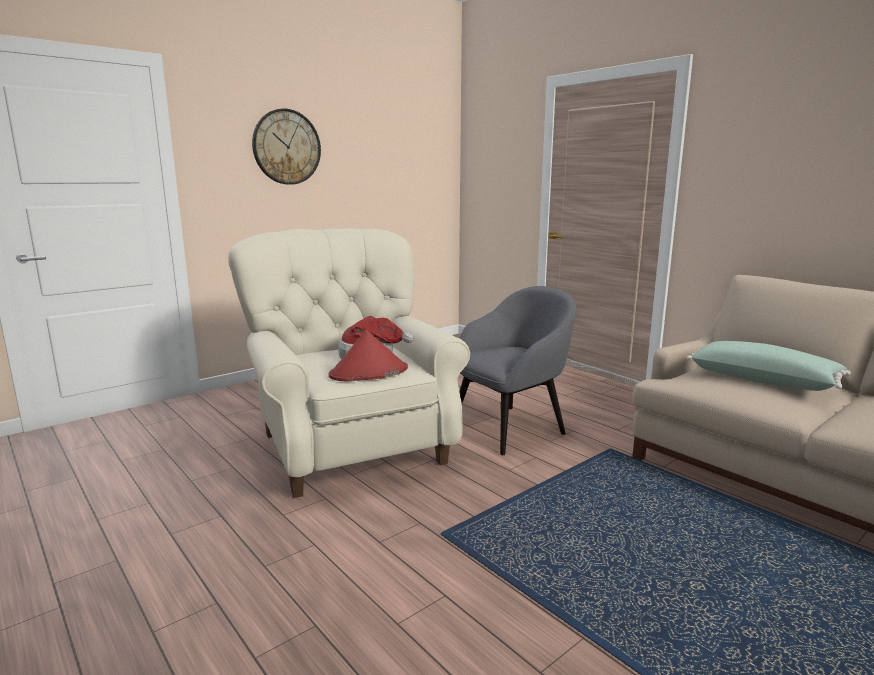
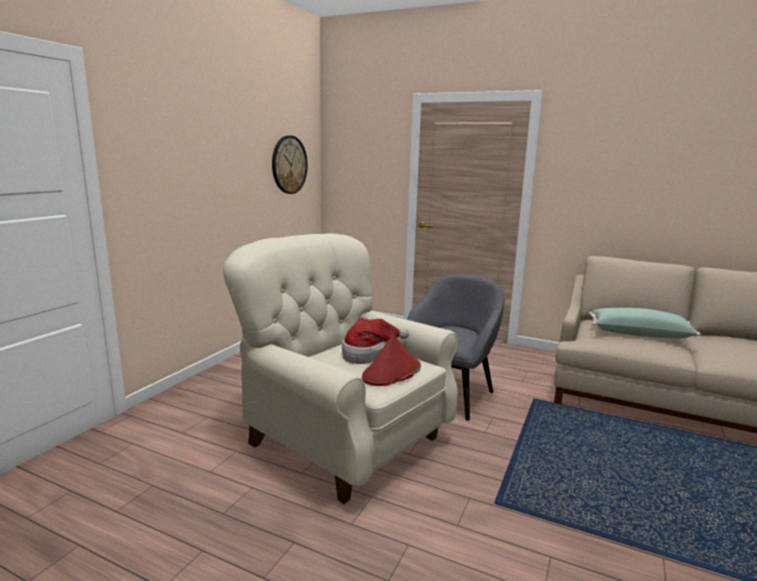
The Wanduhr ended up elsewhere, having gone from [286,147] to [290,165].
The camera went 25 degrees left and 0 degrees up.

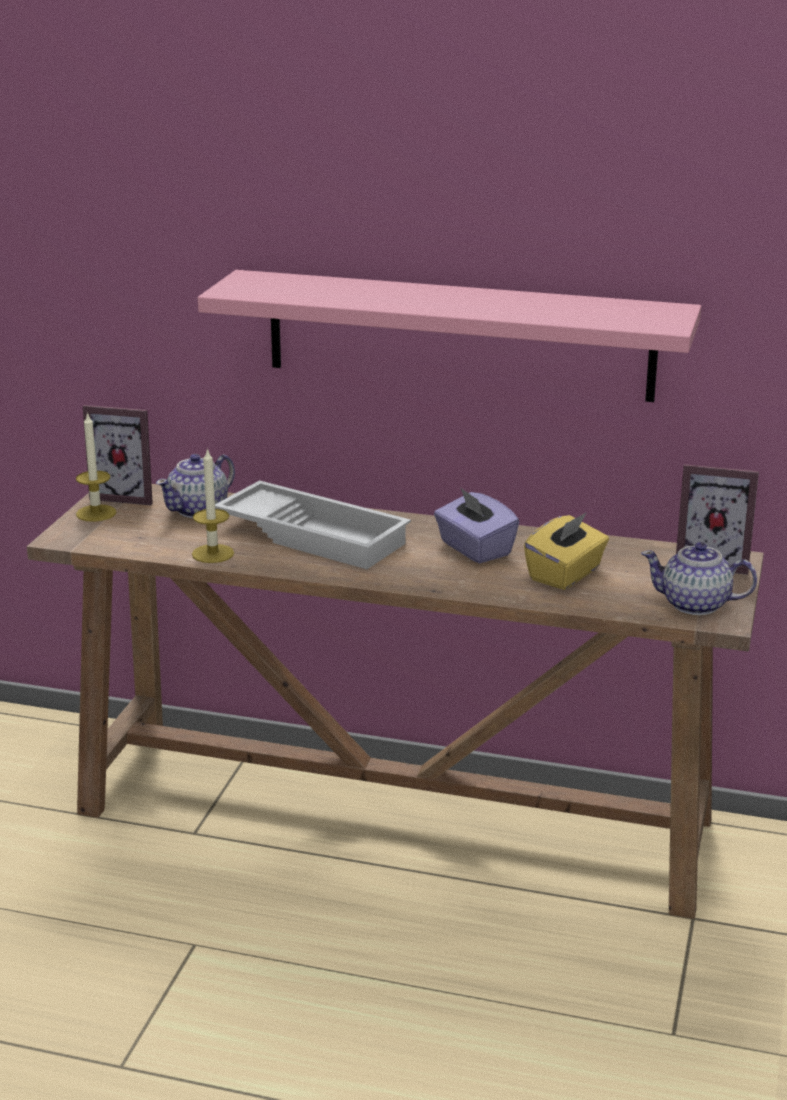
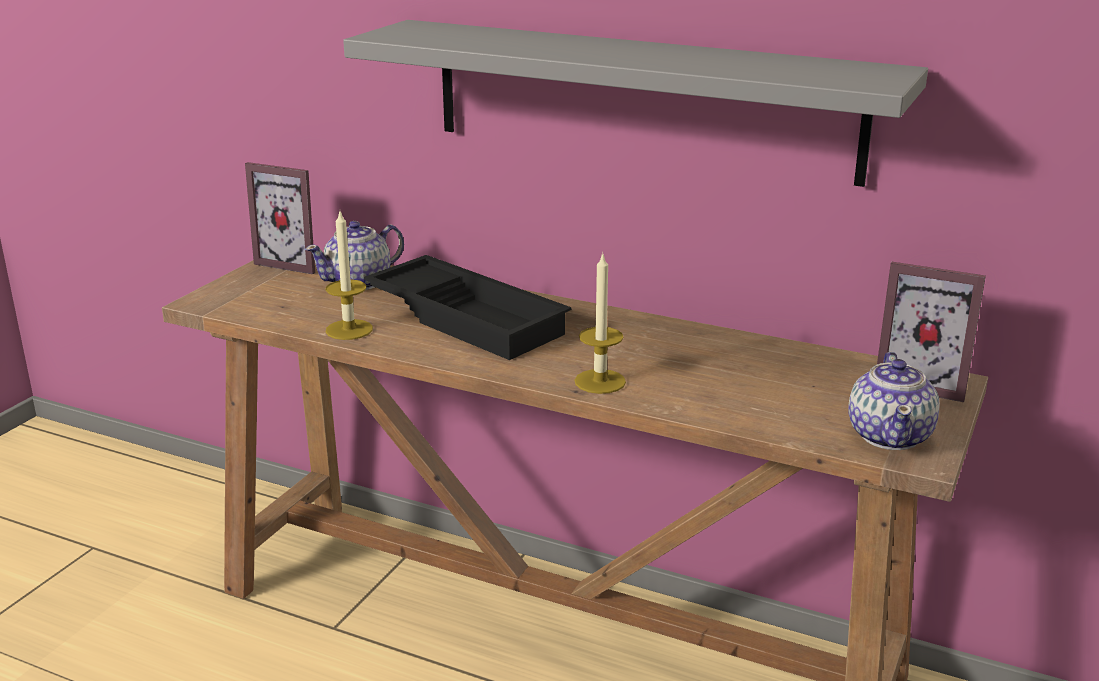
The Kerze ended up elsewhere, having gone from [96,467] to [600,323].
What was the Wandregal (rosa) at [449,336] turned into the Wandregal (grau) at [635,103].
What was the Tablett (weiß) at [313,524] turned into the Tablett (schwarz) at [468,307].
The second view lost the Taschentuchbox (lila) at [476,525].
The second view lost the Taschentuchbox (gelb) at [566,551].
The Teekanne at [699,578] ended up facing another way, 105 degrees counterclockwise from before.
The camera went 10 degrees right and 0 degrees up.

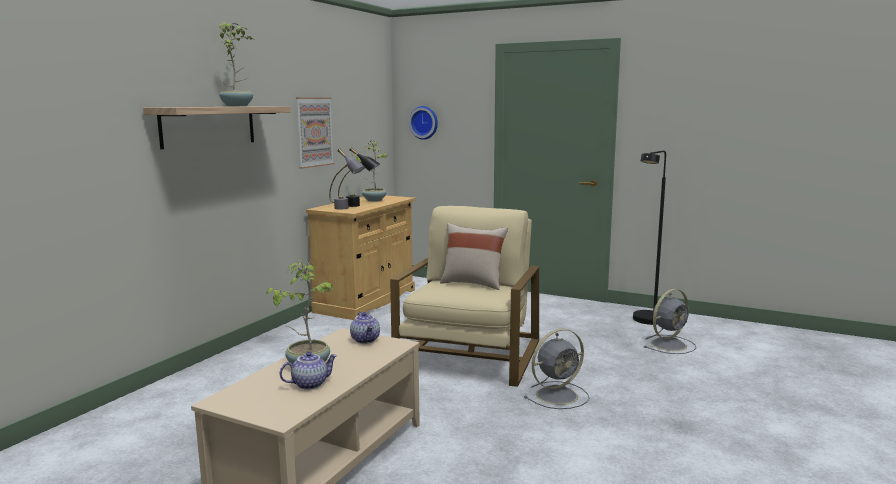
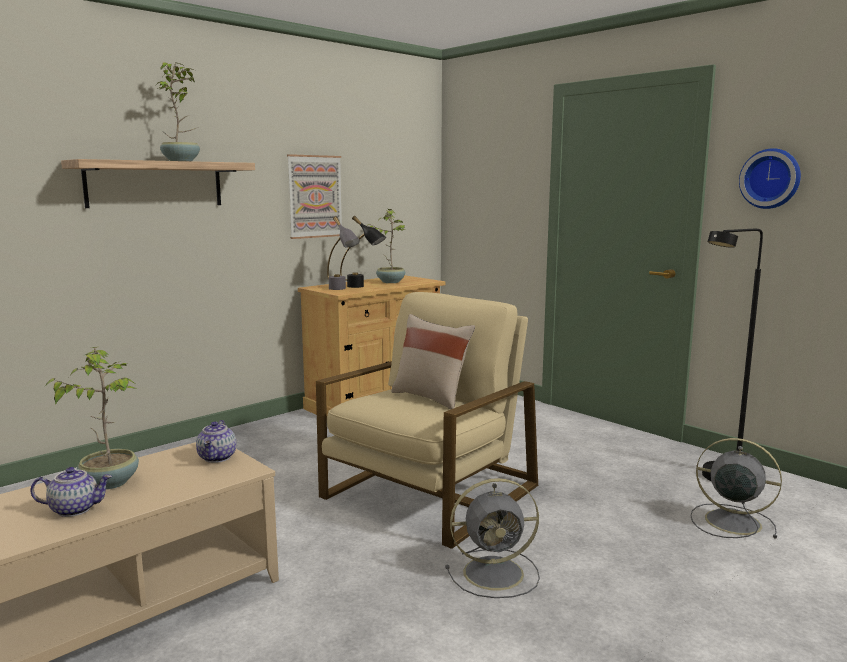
The Wanduhr ended up elsewhere, having gone from [423,123] to [770,178].
The Ventilator (grau) at [669,321] ended up facing another way, 135 degrees counterclockwise from before.
The camera went 20 degrees right and 0 degrees up.

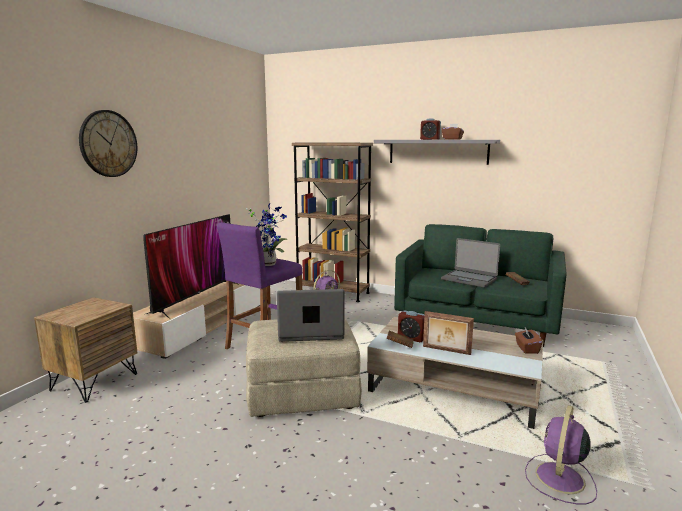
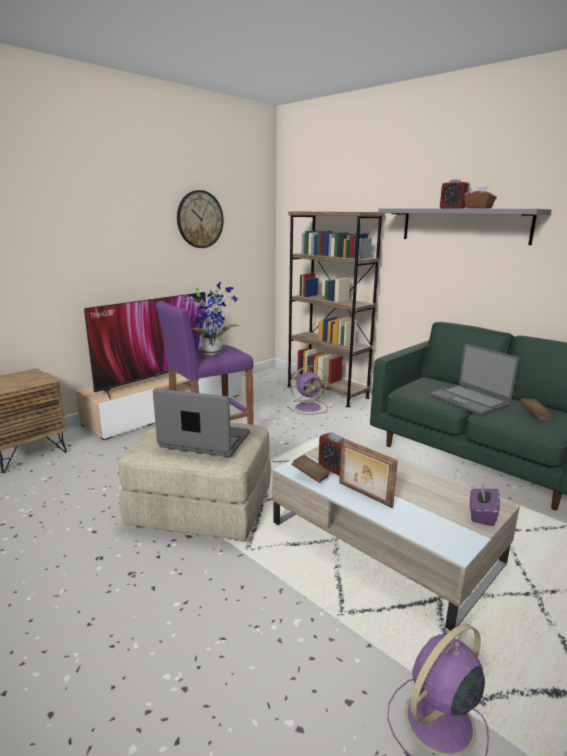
The Wanduhr ended up elsewhere, having gone from [108,143] to [200,219].
What was the Taschentuchbox (braun) at [529,341] turned into the Taschentuchbox (lila) at [485,505].
The camera went 20 degrees right and 5 degrees up.

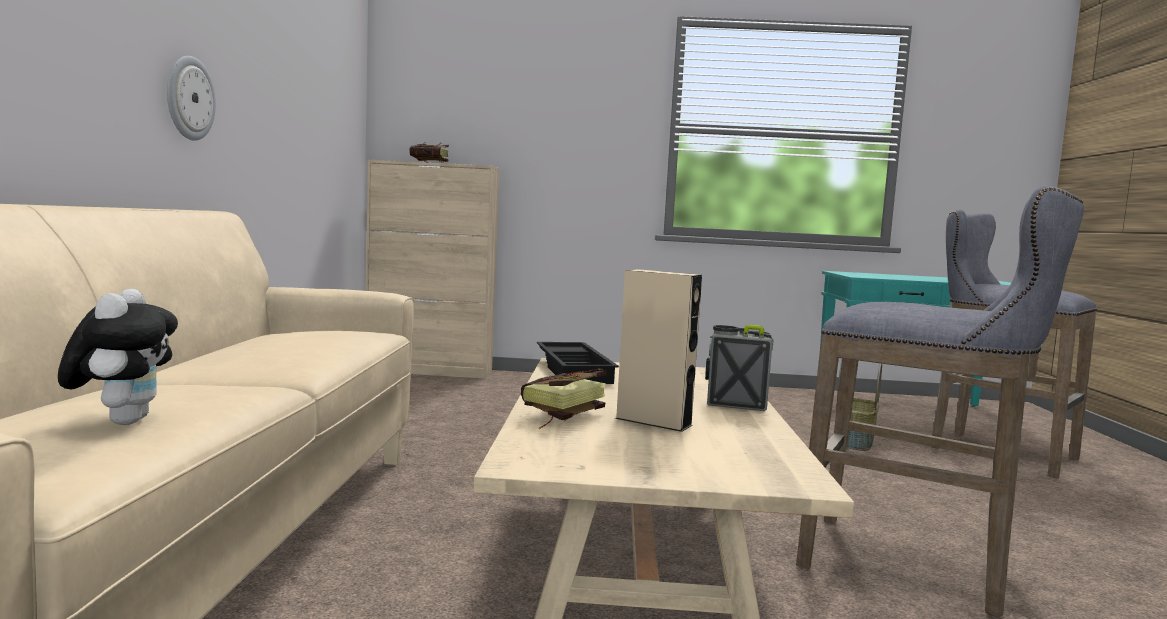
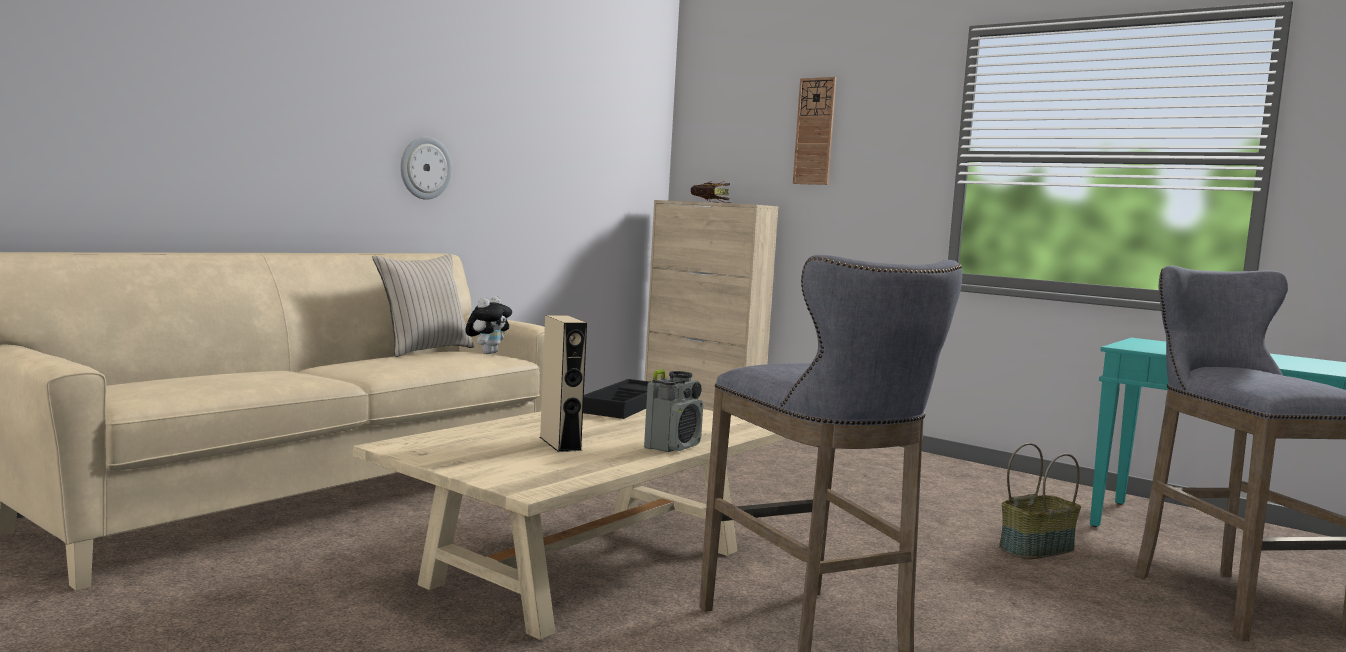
The Plüschtier ended up elsewhere, having gone from [118,357] to [488,325].
The second view lost the Buch at [564,398].
The Radio at [739,368] ended up facing another way, 75 degrees clockwise from before.
The second view gained the Kissen (beige) at [423,305].
The second view gained the Wanduhr at [814,131].
The camera went 35 degrees right and 0 degrees up.

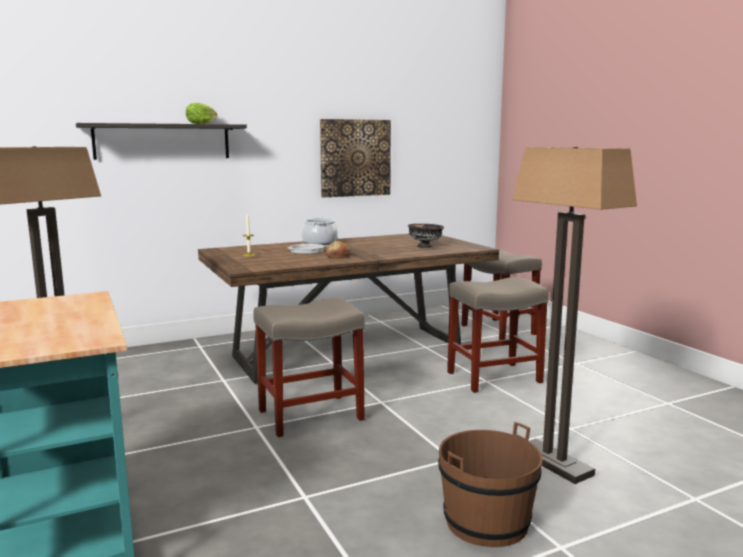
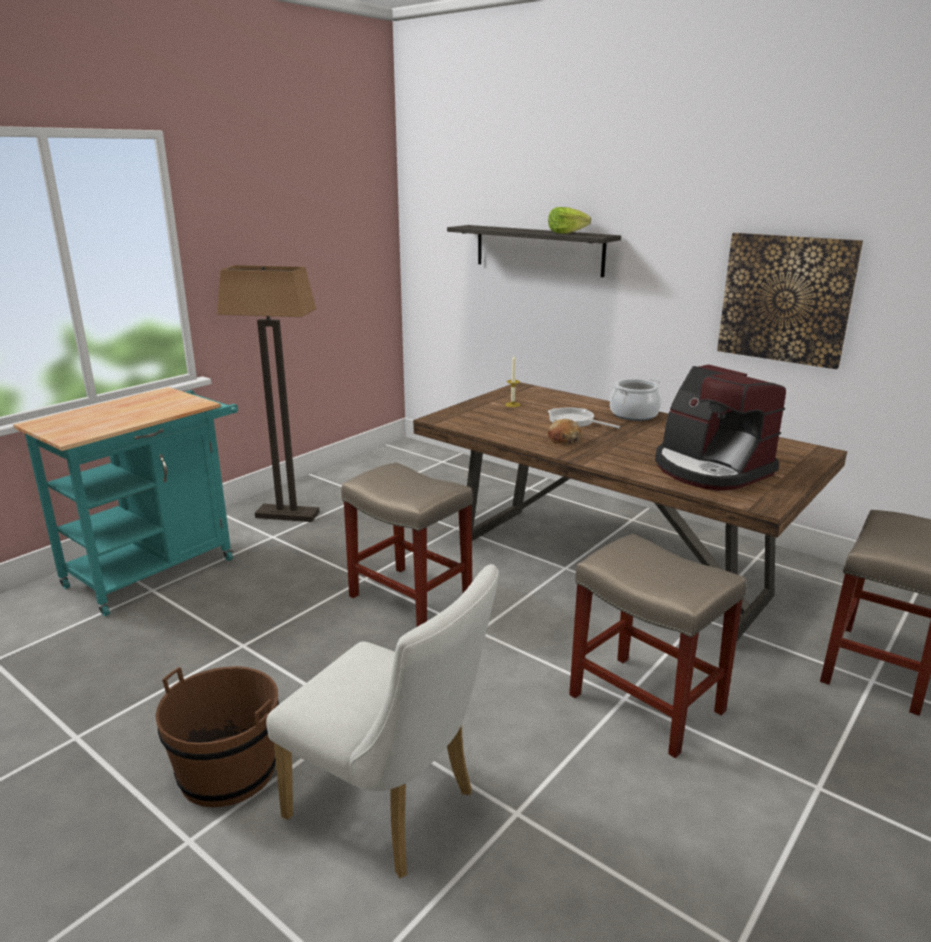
Where the Schüssel (schwarz) stood at [426,236], the Kaffeemaschine came to stand at [720,427].
Where the Stehlampe stood at [575,315], the Stuhl (weiß) came to stand at [382,721].
The camera went 65 degrees right and 10 degrees up.

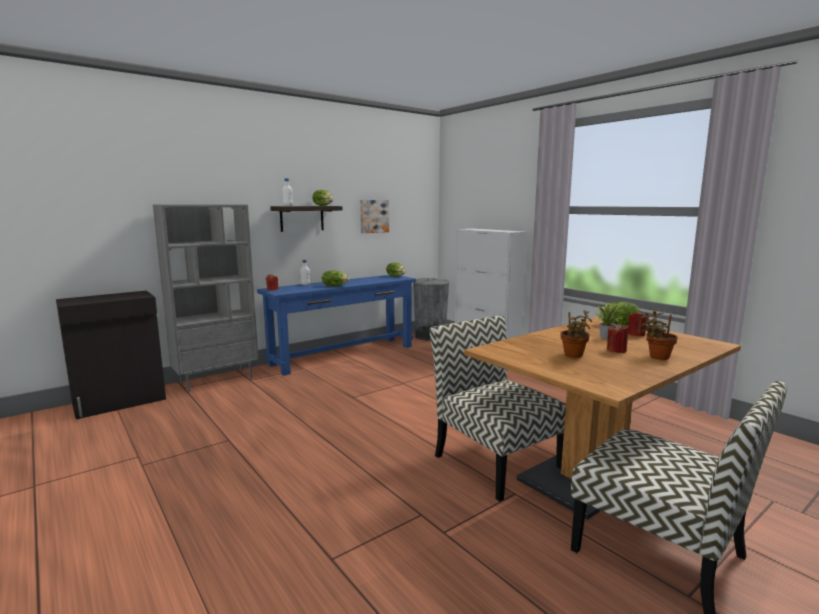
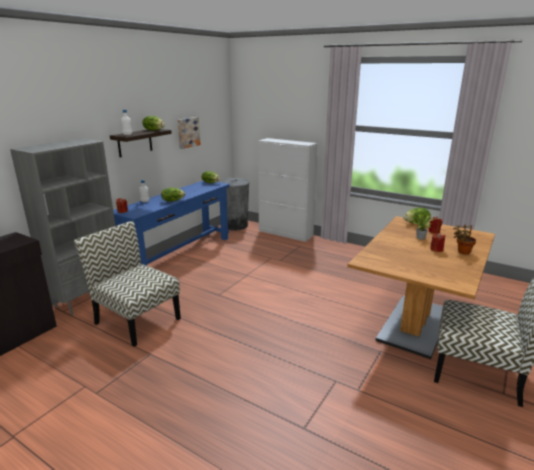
The Stuhl ended up elsewhere, having gone from [497,408] to [127,284].
The second view lost the Topfpflanze at [576,334].
The camera went 20 degrees left and 10 degrees up.

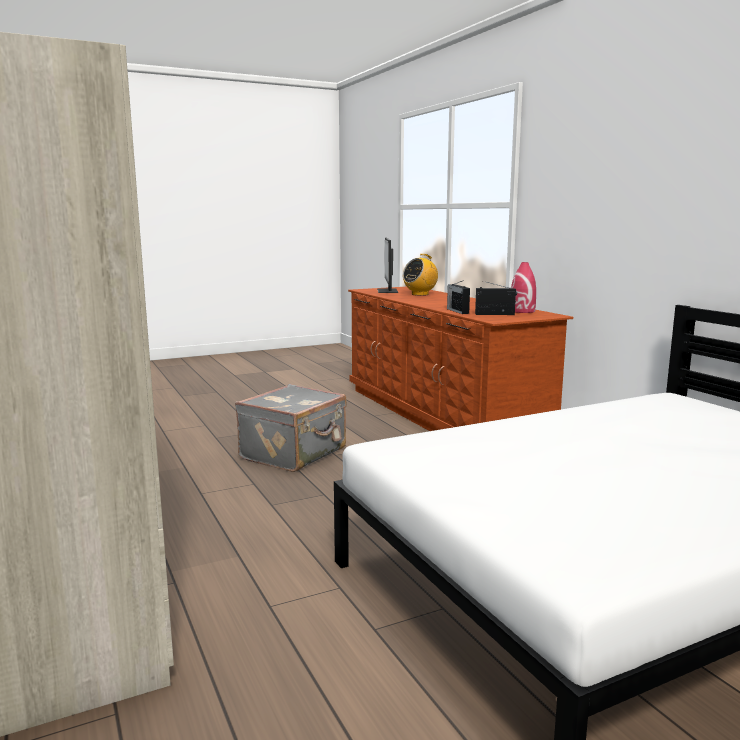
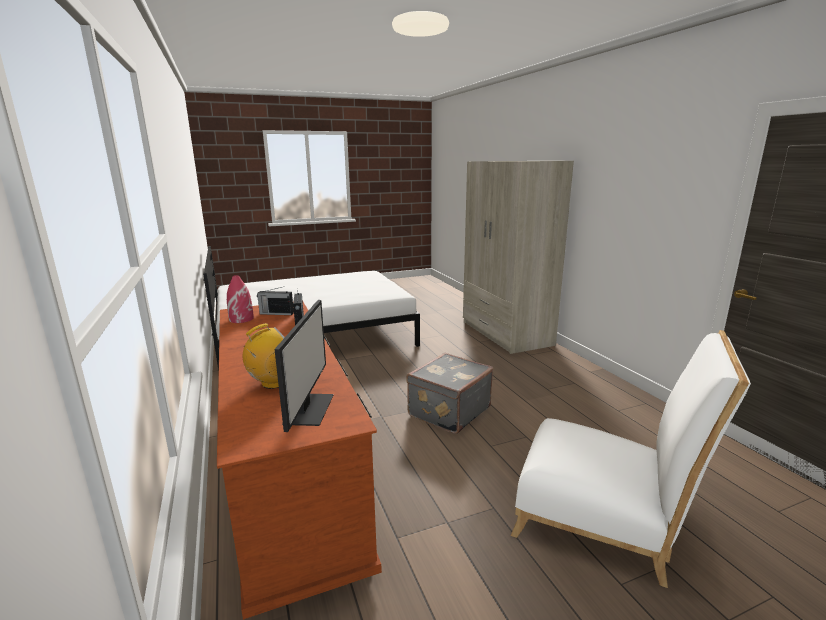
The second view gained the Stuhl (weiß) at [631,459].
The camera went 175 degrees left and 5 degrees up.

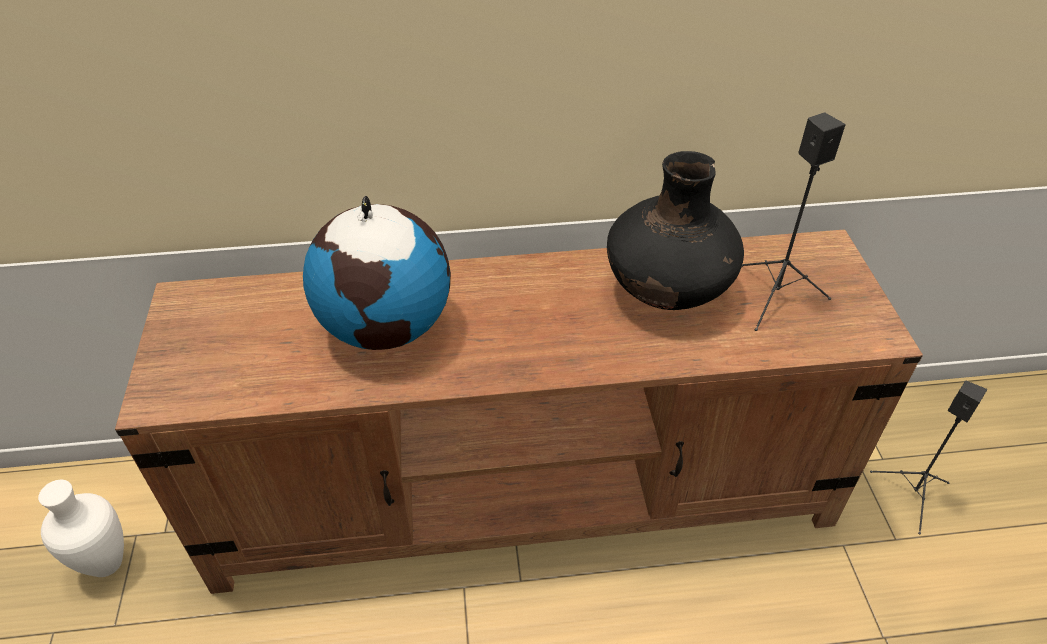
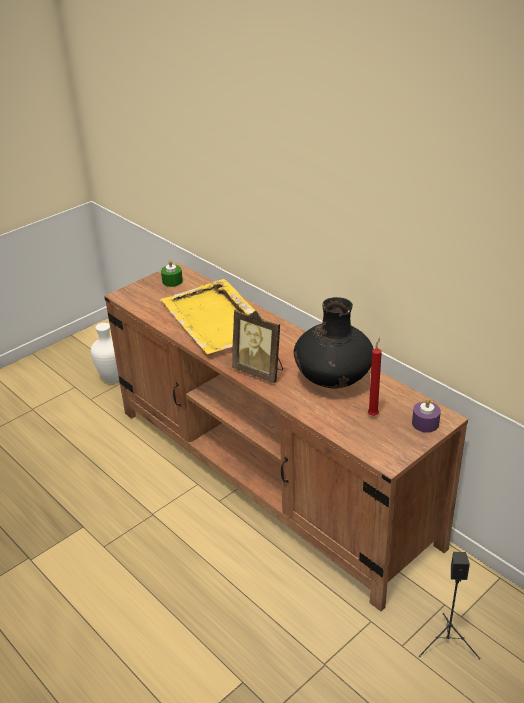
Where the Globus stood at [377,273], the Tablett (gelb) came to stand at [212,316].
Where the Lautsprecher (schwarz) stood at [794,221], the Kerze (rot) came to stand at [375,377].
The second view gained the Kerze (grün) at [172,273].
The second view gained the Bilderrahmen at [257,346].
The second view gained the Kerze (lila) at [426,415].
The camera went 55 degrees right and 10 degrees down.

